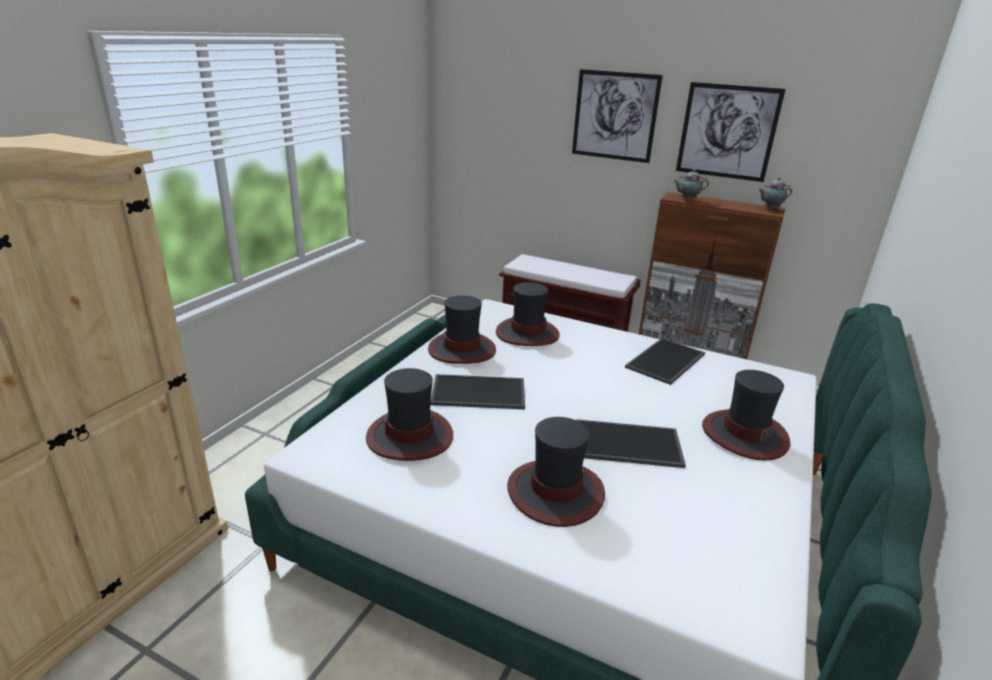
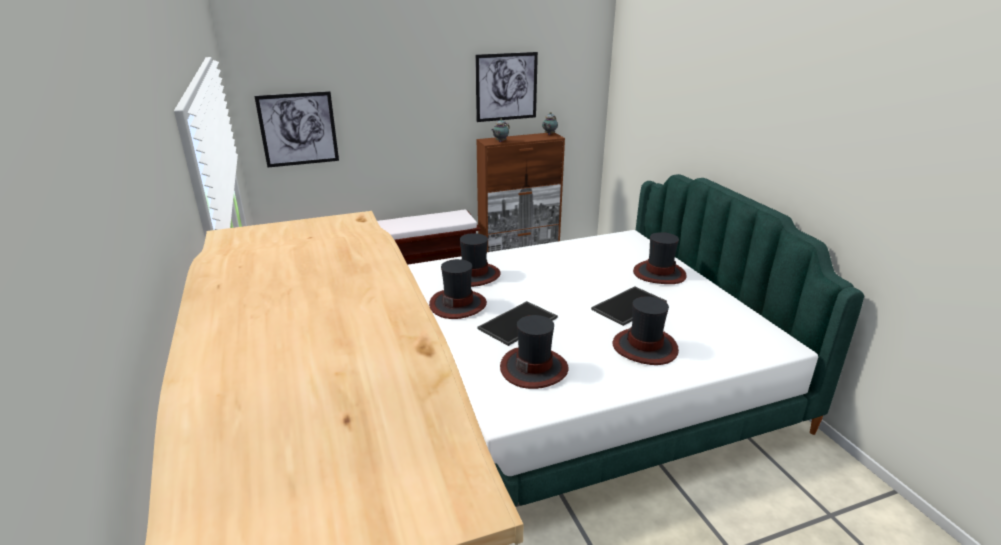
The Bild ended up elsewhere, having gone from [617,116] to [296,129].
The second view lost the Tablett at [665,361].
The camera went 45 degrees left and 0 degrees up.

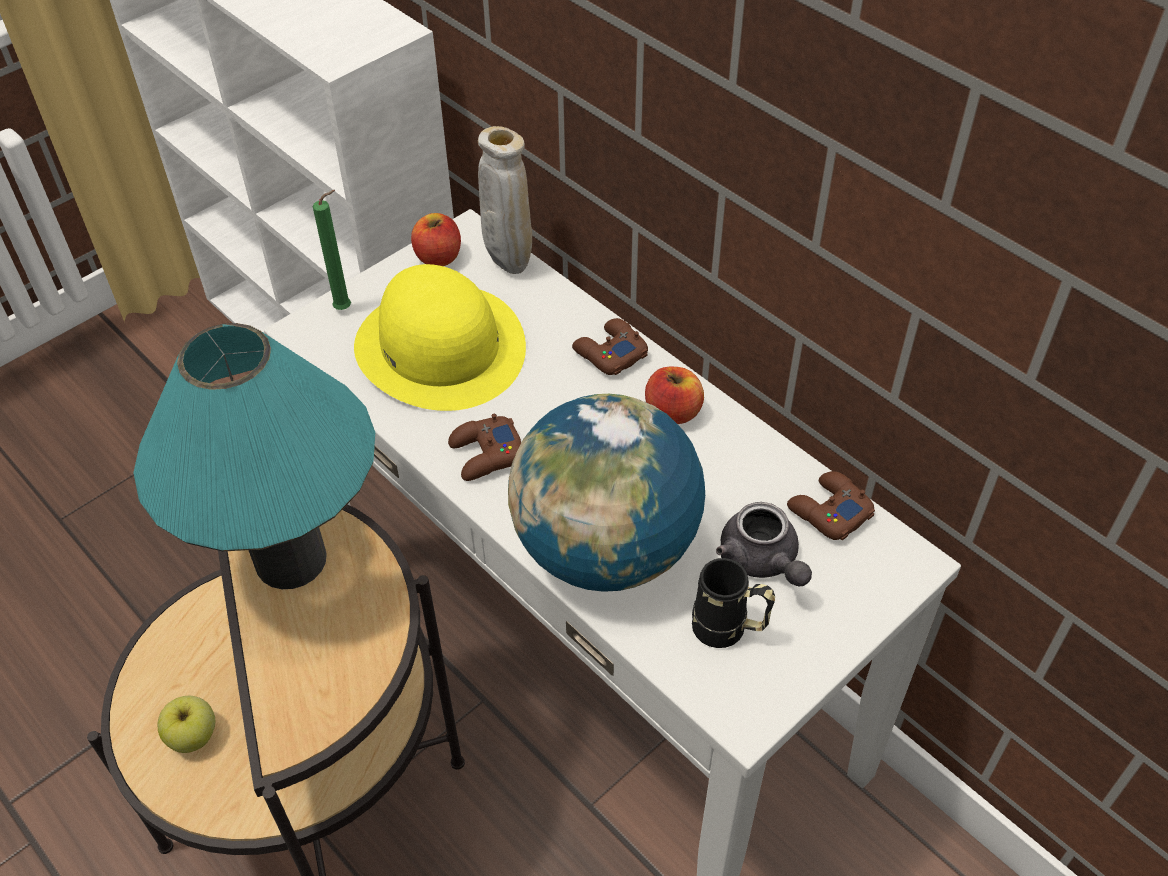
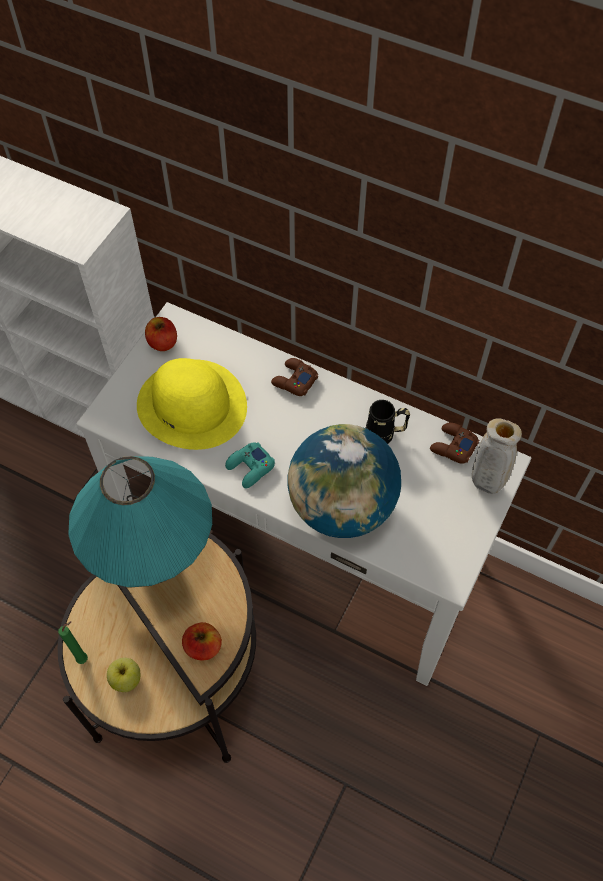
The Kerze (grün) ended up elsewhere, having gone from [331,250] to [73,642].
What was the Gamepad (braun) at [484,447] turned into the Gamepad (türkis) at [250,465].
The Vase (beige) ended up elsewhere, having gone from [505,200] to [497,456].
The Apfel ended up elsewhere, having gone from [674,395] to [202,641].
The Henkelbecher (schwarz) ended up elsewhere, having gone from [733,603] to [388,422].
The second view lost the Teekanne (grau) at [764,544].
The camera went 20 degrees left and 10 degrees up.

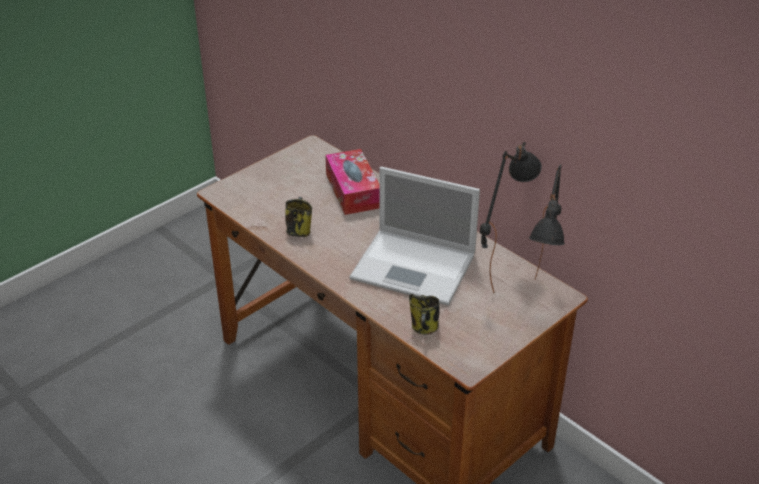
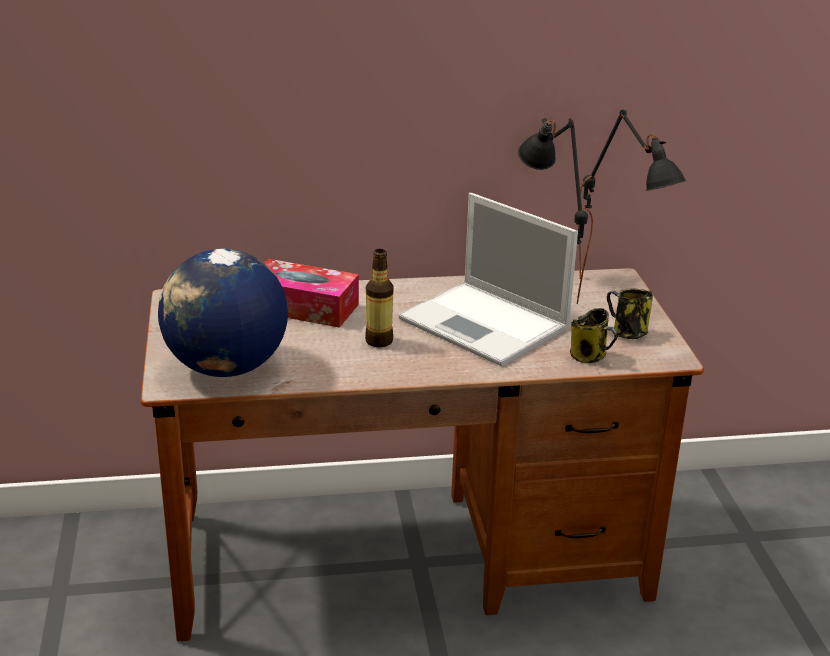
The Henkelbecher ended up elsewhere, having gone from [298,217] to [630,313].
The Laptop at [414,236] ended up facing another way, 75 degrees clockwise from before.
The second view gained the Globus at [223,313].
The second view gained the Flasche at [379,298].
The camera went 55 degrees left and 10 degrees down.

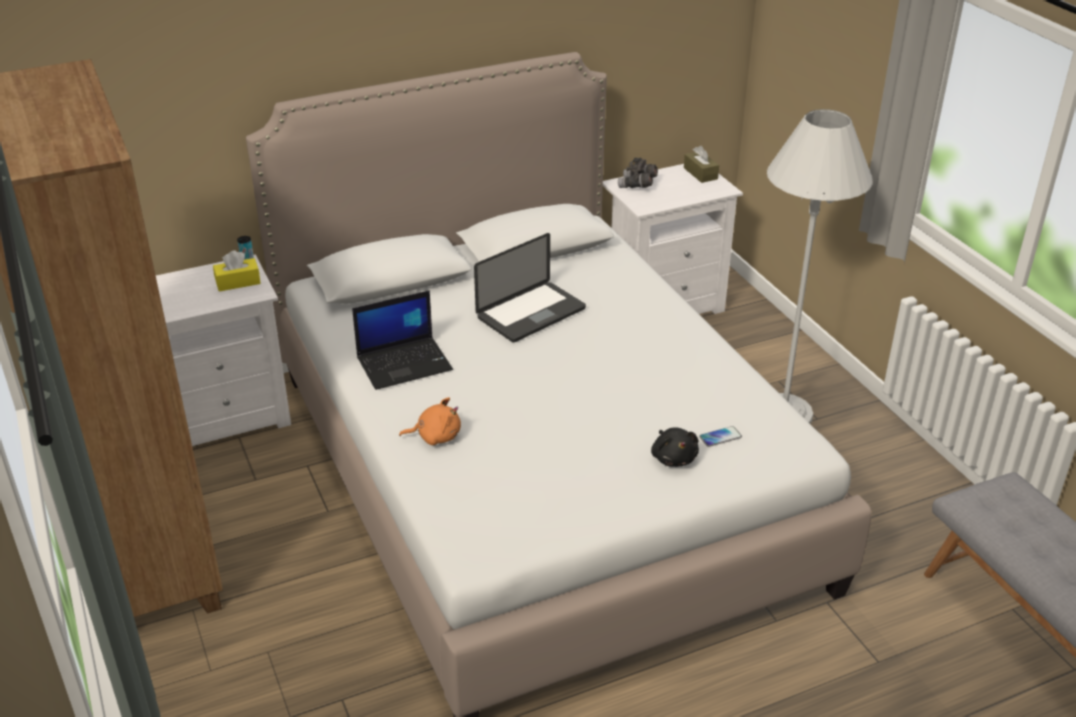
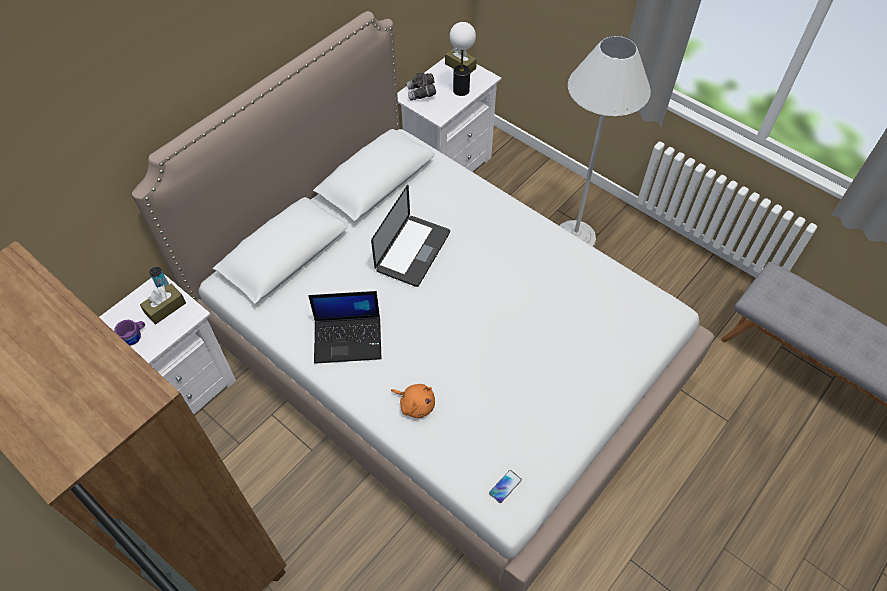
What was the Taschentuchbox (gelb) at [237,270] turned into the Taschentuchbox (braun) at [163,303].
The Laptop at [402,340] ended up facing another way, 45 degrees clockwise from before.
The Plüschtier (orange) at [430,421] ended up facing another way, 60 degrees clockwise from before.
The second view lost the Plüschtier (schwarz) at [675,447].
The Handy ended up elsewhere, having gone from [720,436] to [505,486].
The second view gained the Henkelbecher (lila) at [129,333].
The second view gained the Tischlampe at [463,59].
The camera went 25 degrees left and 20 degrees up.

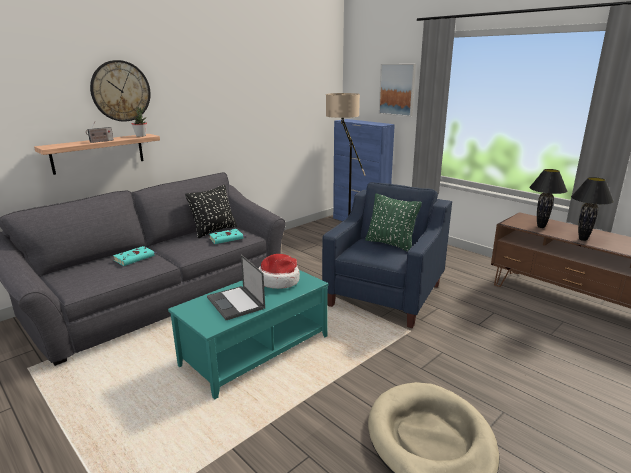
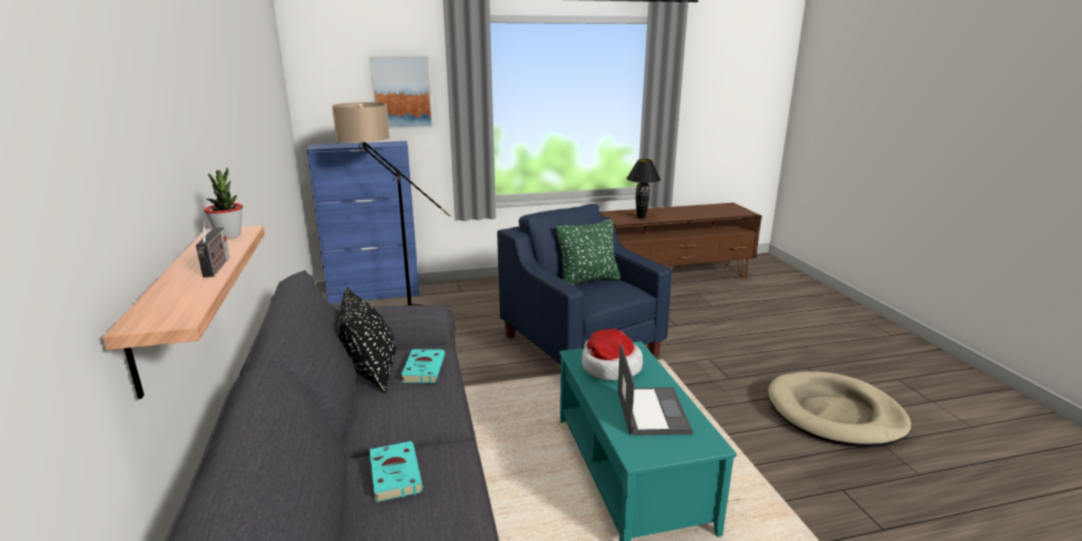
The second view lost the Wanduhr at [120,91].
The Laptop at [236,287] ended up facing another way, 90 degrees counterclockwise from before.
The second view lost the Tischlampe (schwarz) at [592,209].
The camera went 60 degrees left and 0 degrees up.

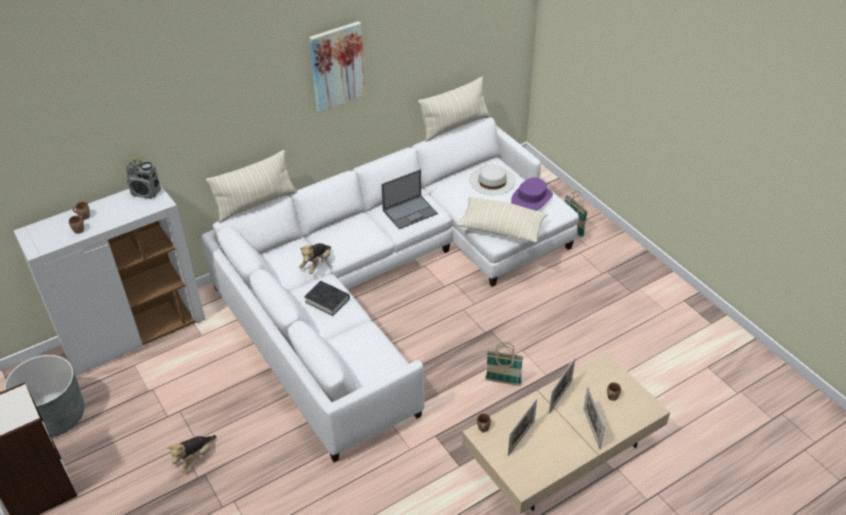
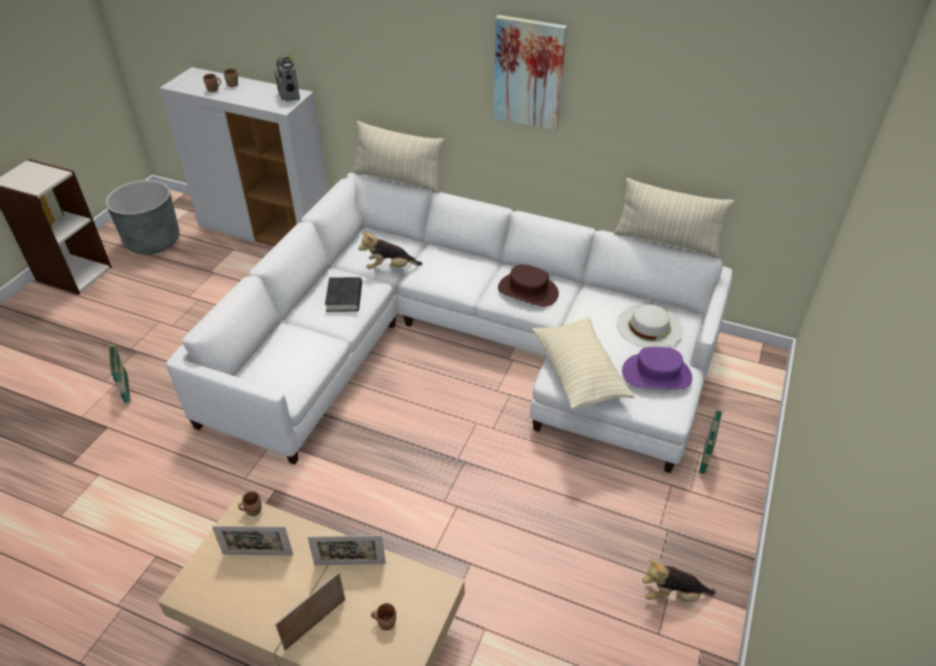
The Plüschtier ended up elsewhere, having gone from [191,454] to [679,581].
Where the Laptop stood at [409,199], the Hut (braun) came to stand at [528,285].
The Korb ended up elsewhere, having gone from [504,364] to [117,372].
The camera went 55 degrees right and 0 degrees up.

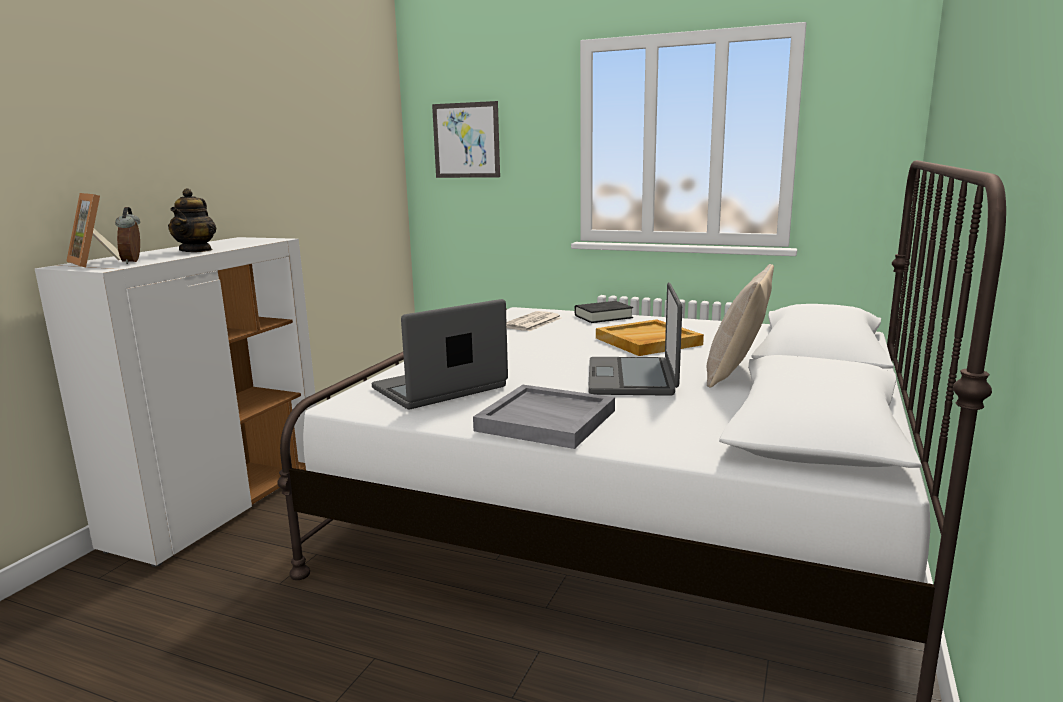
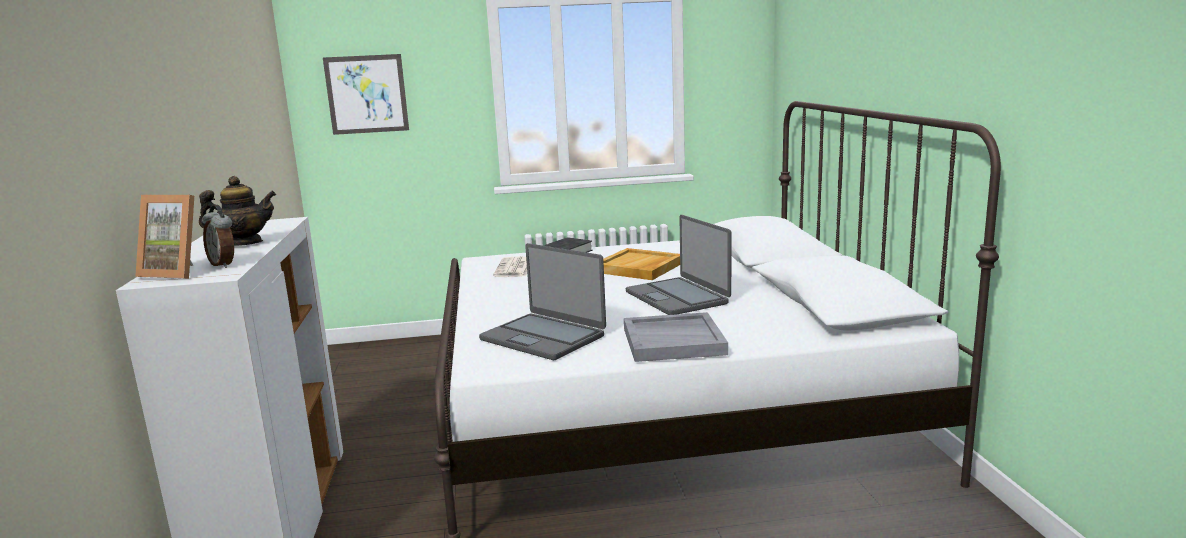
The Teekanne at [192,220] ended up facing another way, 75 degrees counterclockwise from before.
The Laptop at [440,354] ended up facing another way, 75 degrees counterclockwise from before.
The second view lost the Kissen (beige) at [740,326].
The camera went 30 degrees left and 0 degrees up.

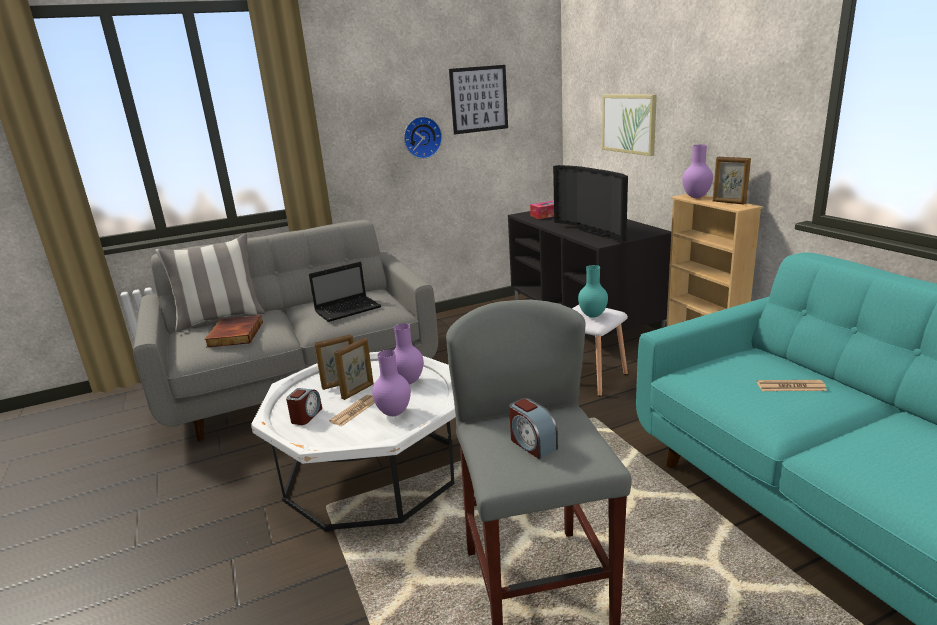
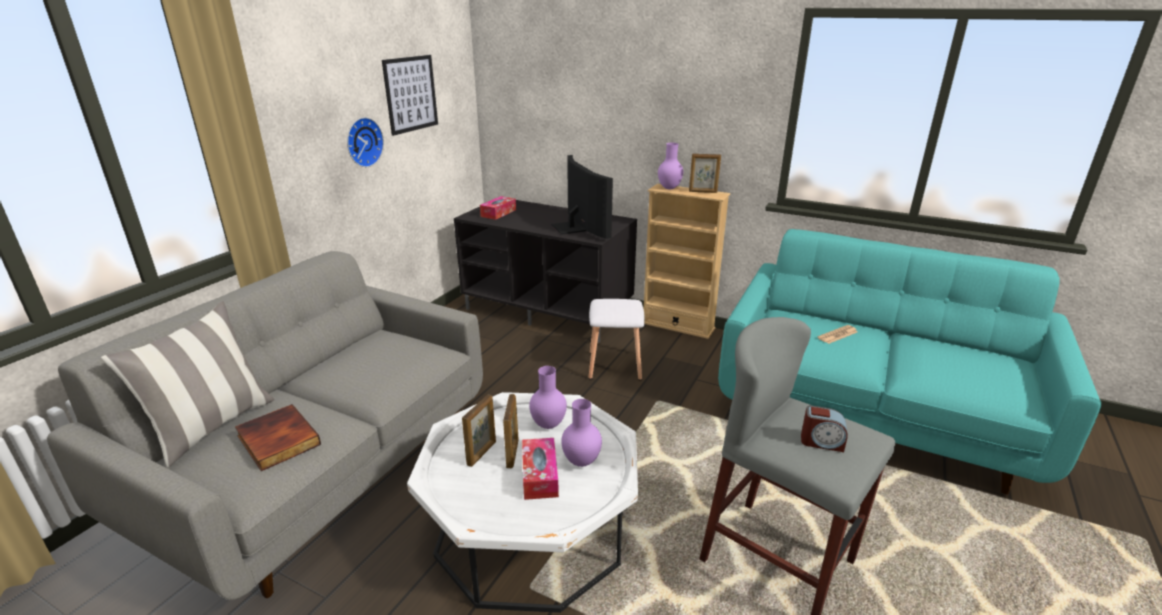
The second view lost the Wecker at [304,406].
The second view lost the Laptop at [345,292].
Where the Zeitung stood at [352,410], the Taschentuchbox came to stand at [540,469].
The Fernseher at [590,203] ended up facing another way, 135 degrees counterclockwise from before.
The second view lost the Vase (türkis) at [593,291].
The second view lost the Bild at [629,125].
The camera went 40 degrees left and 5 degrees up.

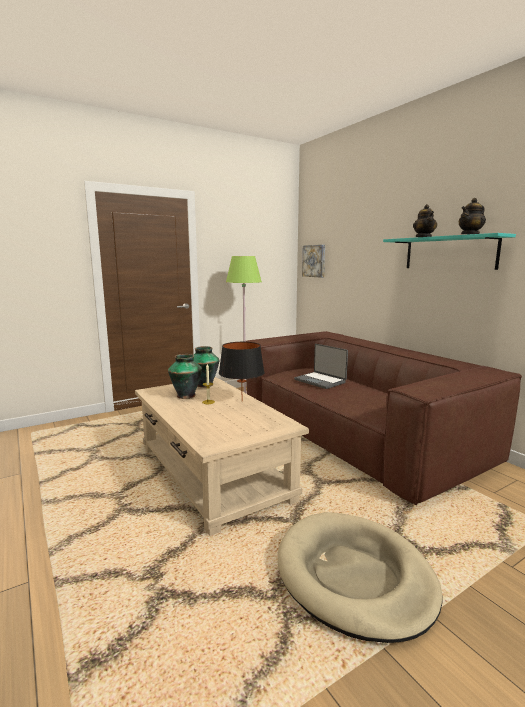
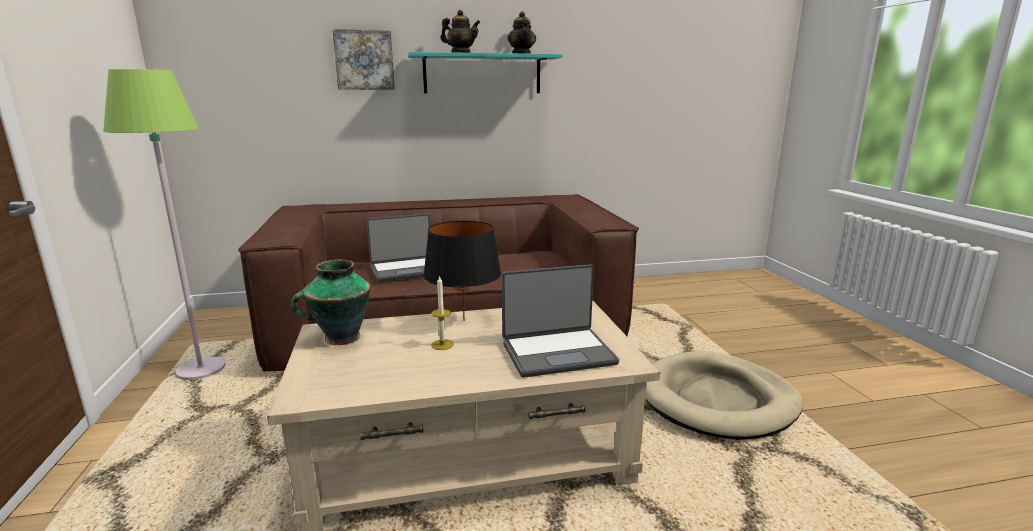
The second view lost the Vase at [185,376].
The Bild ended up elsewhere, having gone from [313,261] to [363,59].
The second view gained the Laptop at [560,321].
The camera went 70 degrees left and 5 degrees up.

